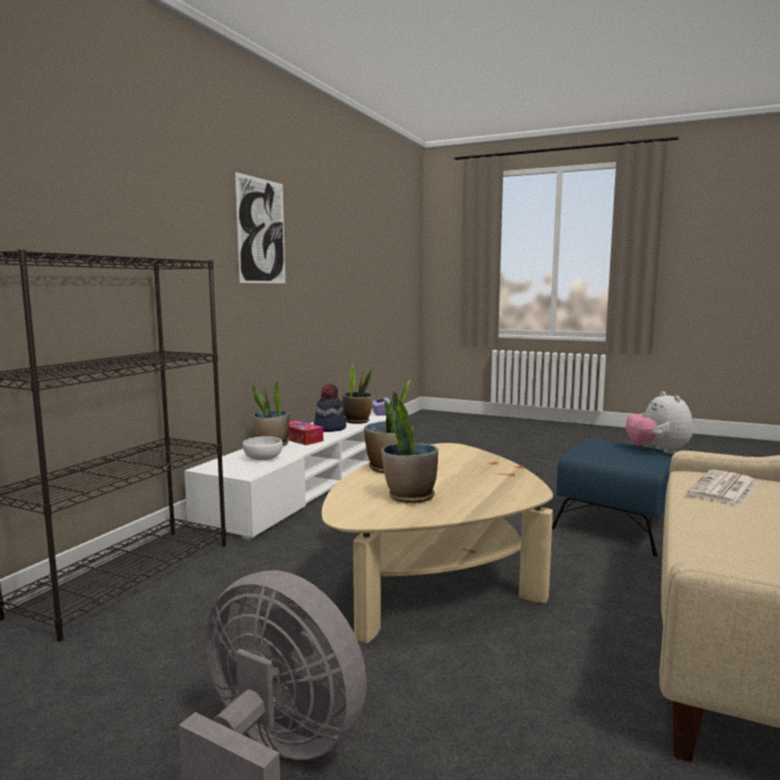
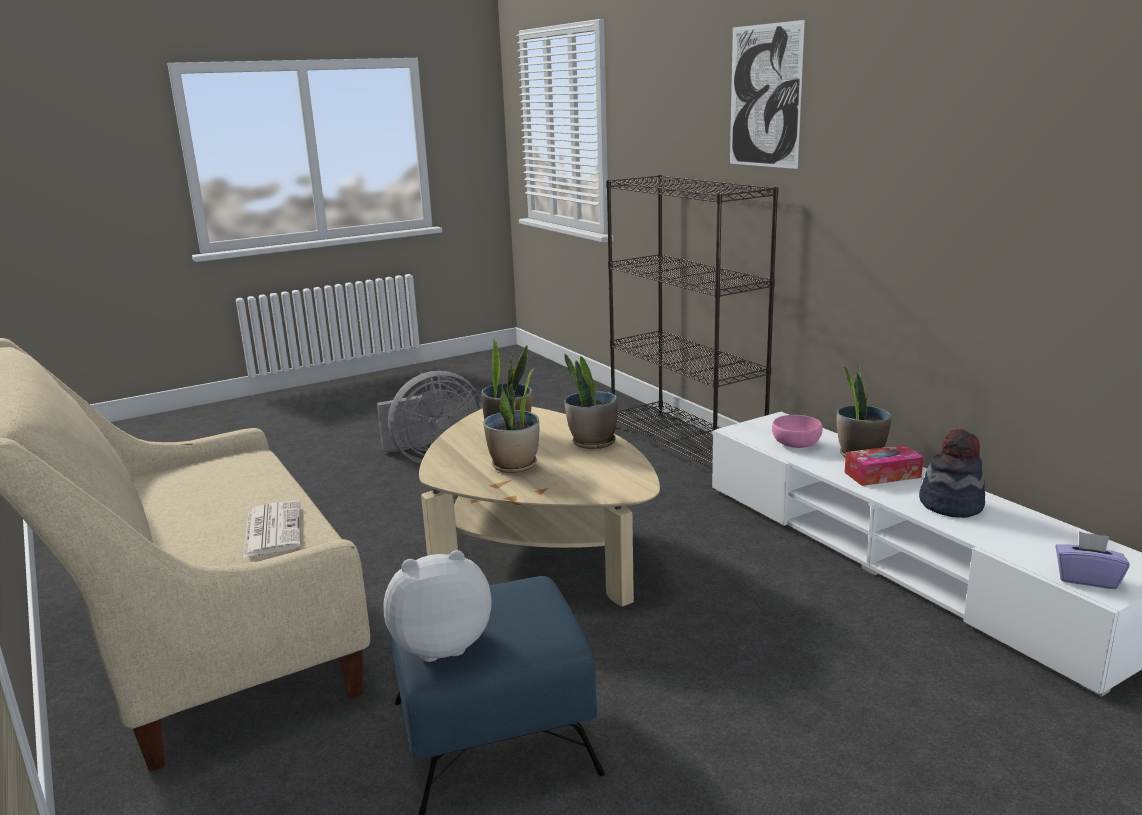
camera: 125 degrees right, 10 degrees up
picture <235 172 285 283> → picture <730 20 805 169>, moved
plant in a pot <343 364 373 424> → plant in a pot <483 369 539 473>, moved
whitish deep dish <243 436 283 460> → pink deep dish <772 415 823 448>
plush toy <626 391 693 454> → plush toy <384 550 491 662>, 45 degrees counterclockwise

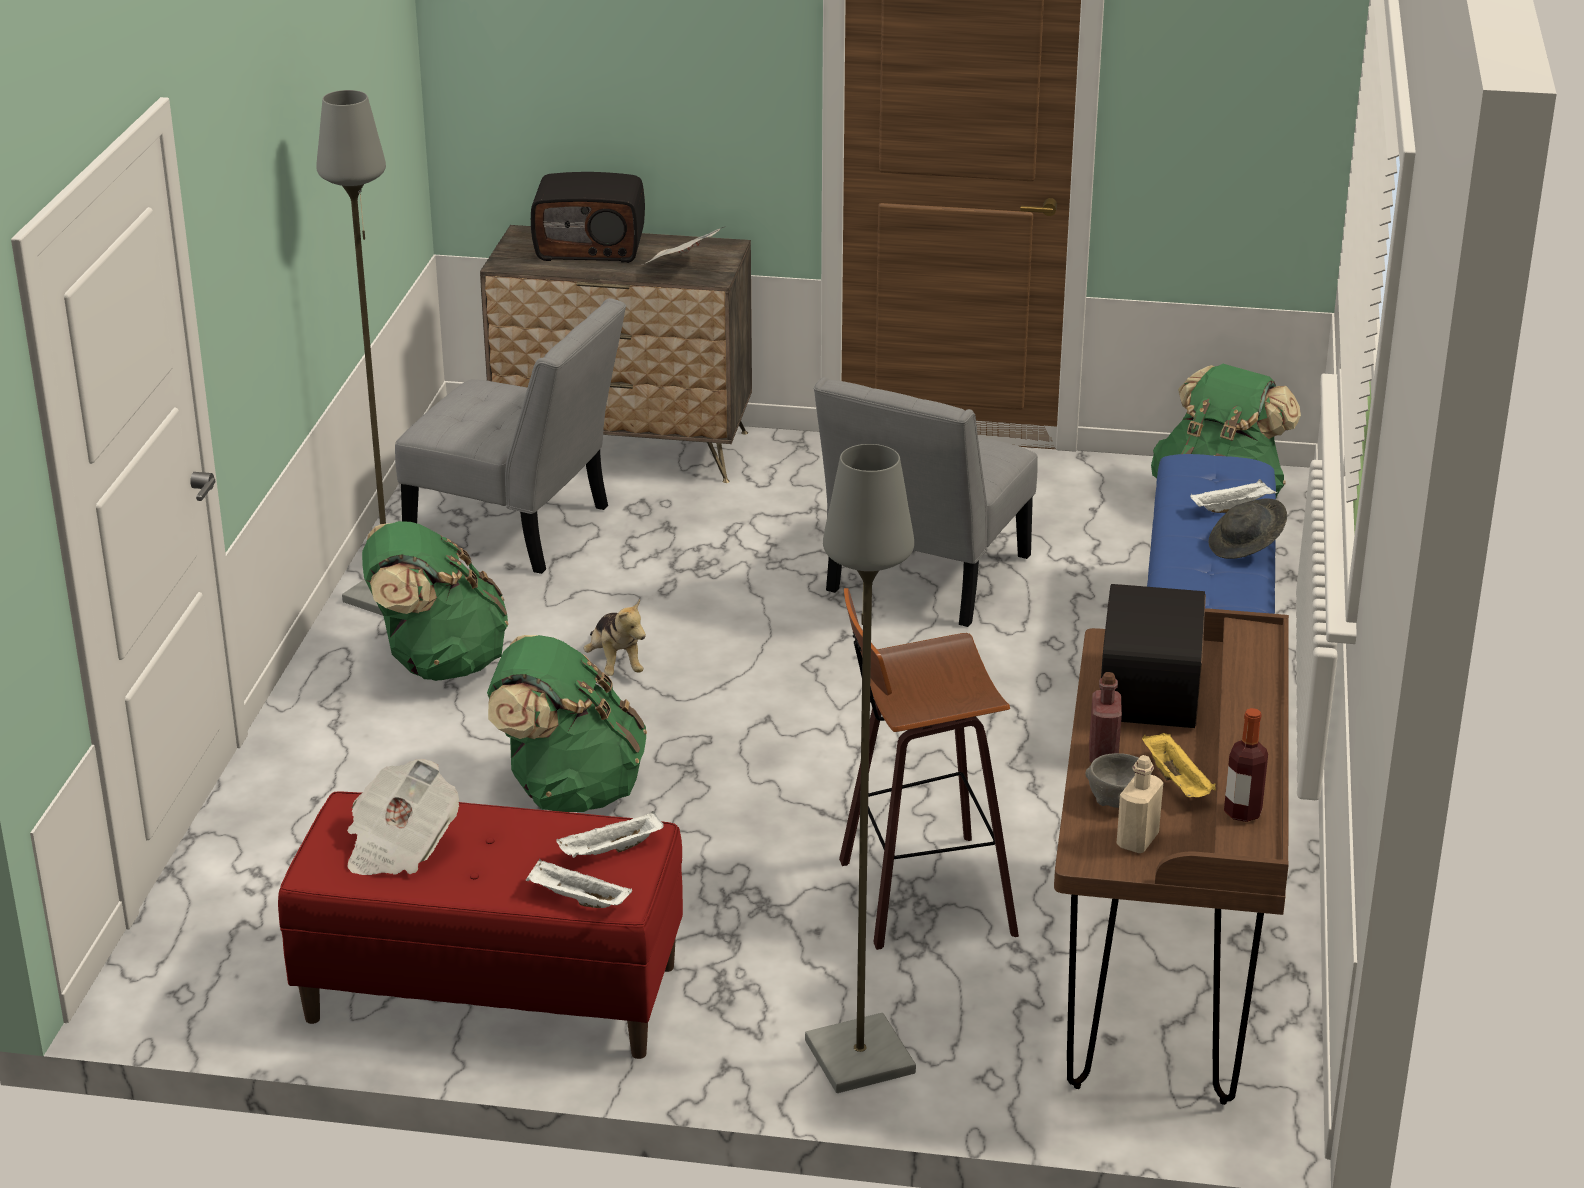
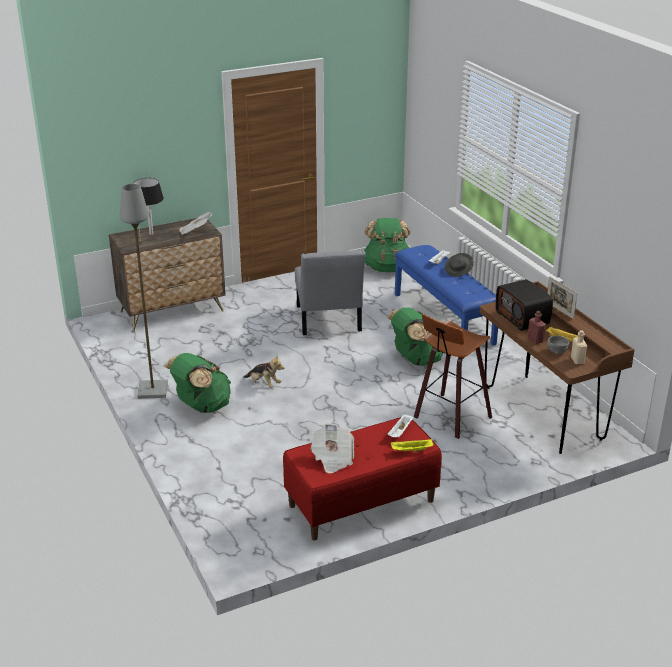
camera: 35 degrees left, 0 degrees up
gray upright chair <395 298 626 574> → -
gray standing lamp <805 444 916 1093> → -
beverage bottle <1224 708 1268 822> → -
- → standing frame <547 276 578 319>
greenish backpack <487 635 647 812> → greenish backpack <387 307 443 366>, moved
radio <531 172 645 263> → blackish tabletop lamp <134 178 164 235>
whitish tray <526 859 632 908> → yellow-coloured tray <391 439 433 452>

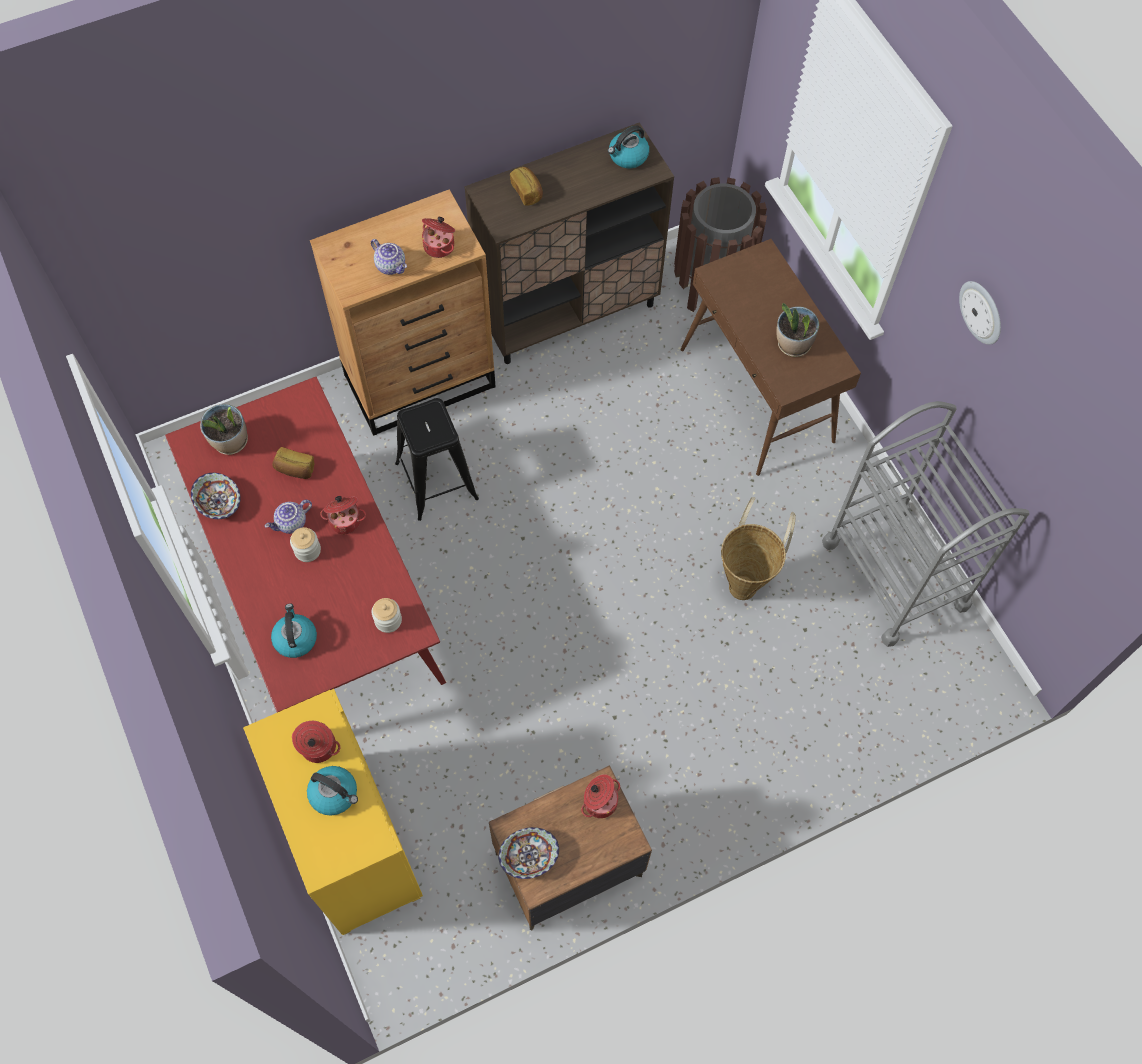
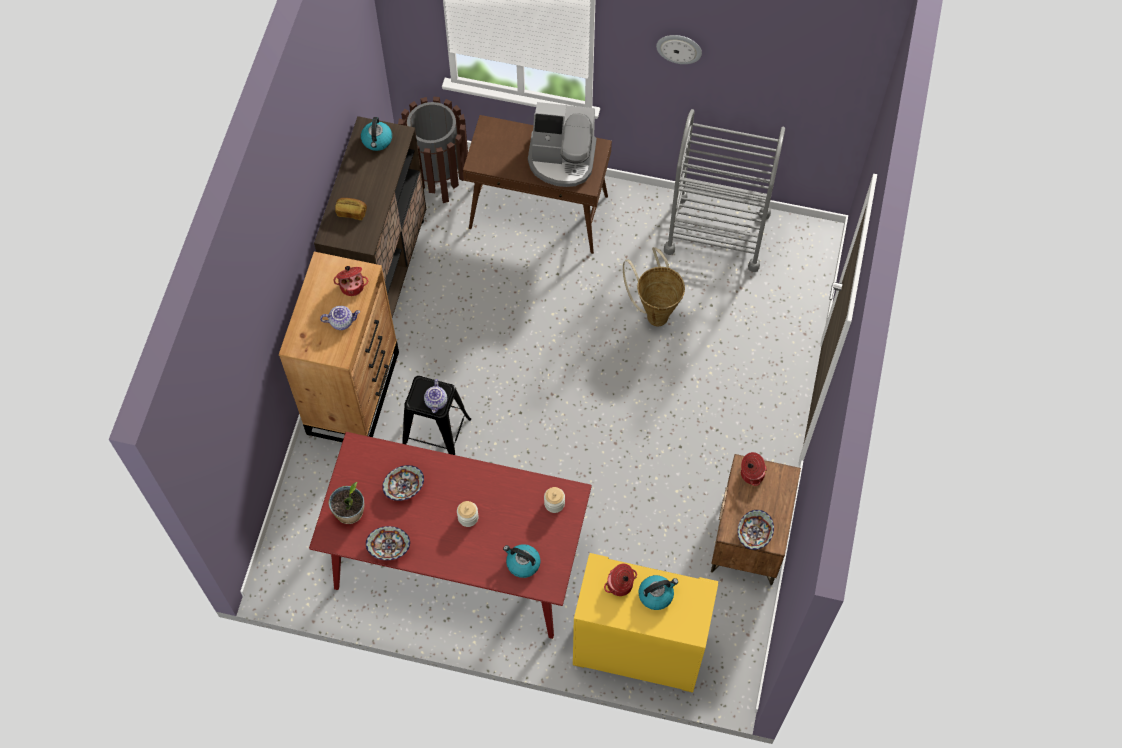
camera: 50 degrees left, 0 degrees up
cooking pot <320 496 366 534> → -
pot for tea <265 500 312 534> → pot for tea <424 379 447 413>, moved
bakery bread <272 447 314 479> → deep dish <382 465 424 501>
plant in a pot <776 303 819 357> → coffee maker <528 102 596 187>

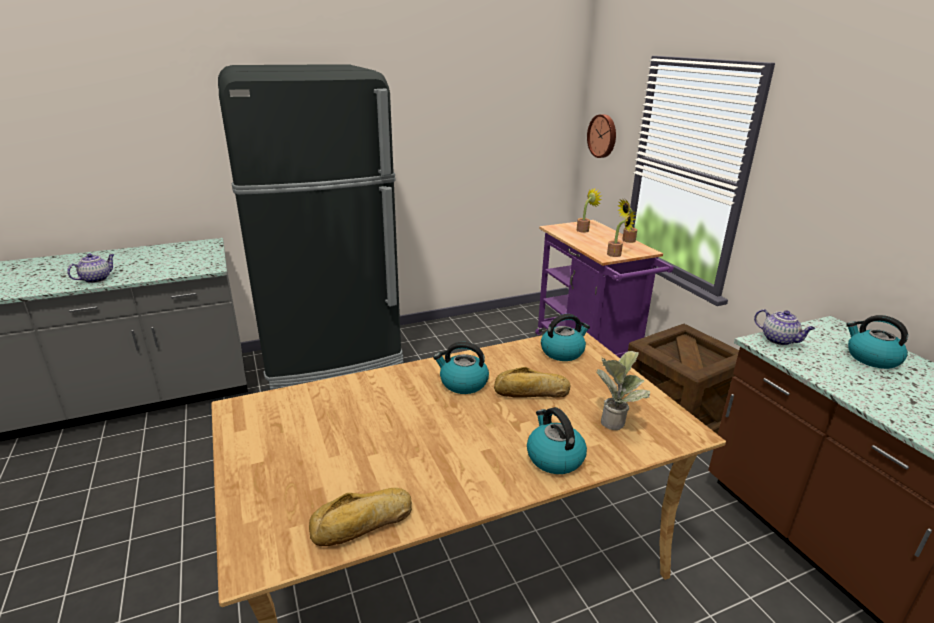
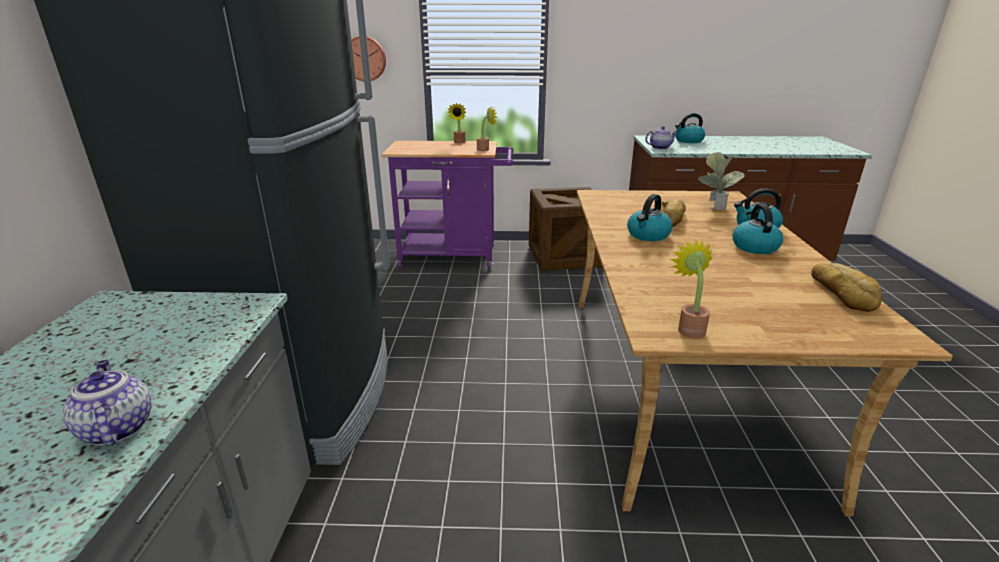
camera: 65 degrees left, 0 degrees up
tea kettle <541 314 590 361> → tea kettle <732 204 783 254>, moved
plant in a pot <577 189 602 233> → plant in a pot <670 239 712 338>, moved

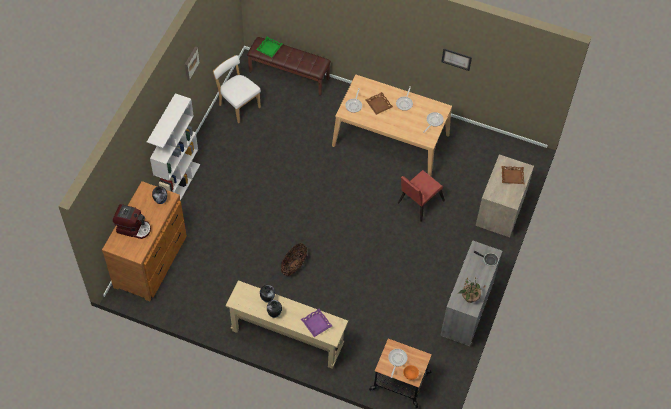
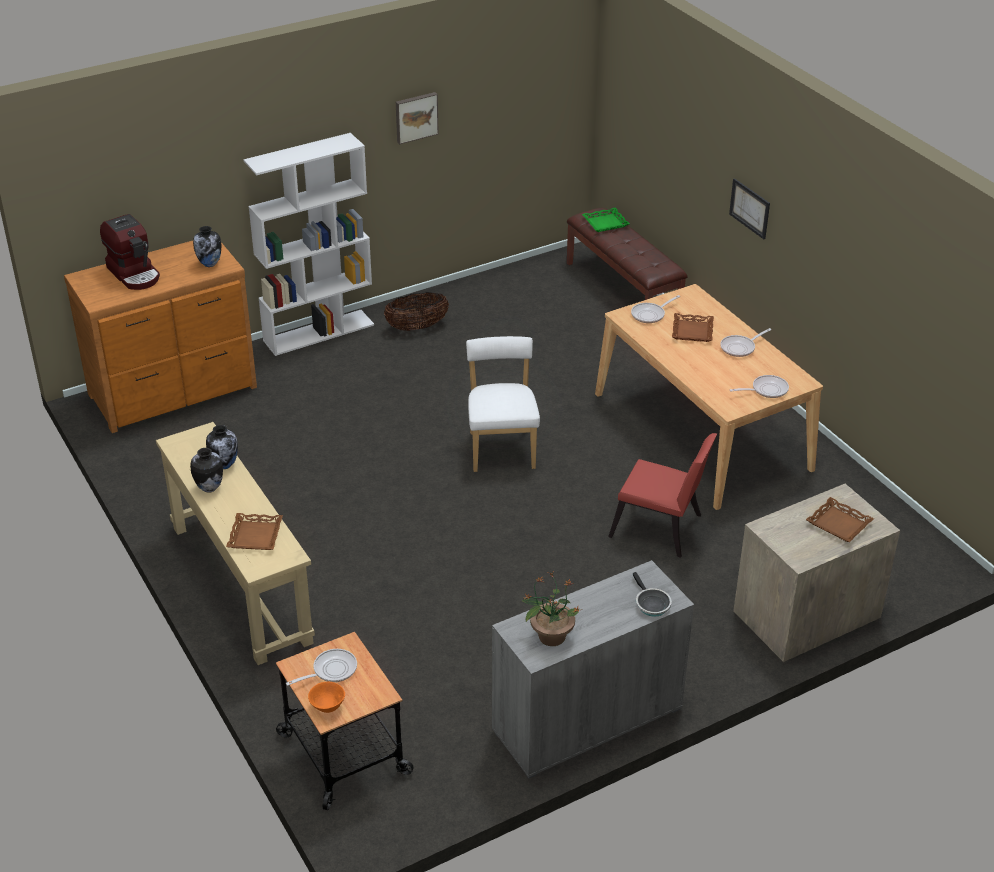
camera: 40 degrees right, 20 degrees down
whitish upright chair <213 55 261 123> → whitish upright chair <466 336 540 472>, moved
household basket <281 243 307 276> → household basket <384 292 449 331>, moved
picture <441 48 472 71> → picture <729 178 770 239>, moved
purple tray <301 309 332 337> → brown-coloured tray <226 513 283 550>
reddish upright chair <398 170 445 221> → reddish upright chair <608 433 717 558>, 150 degrees counterclockwise

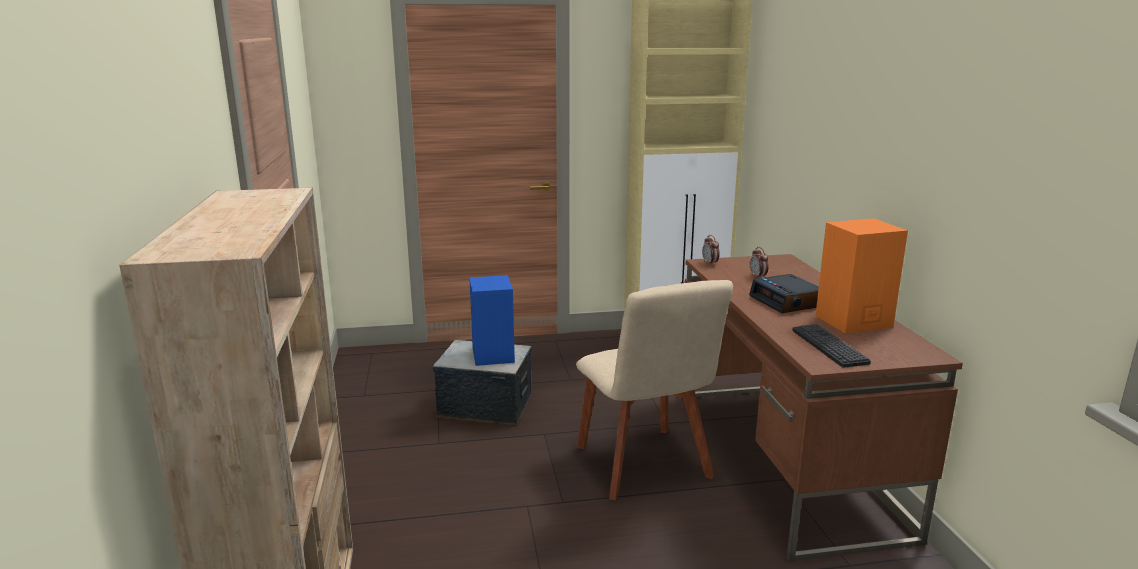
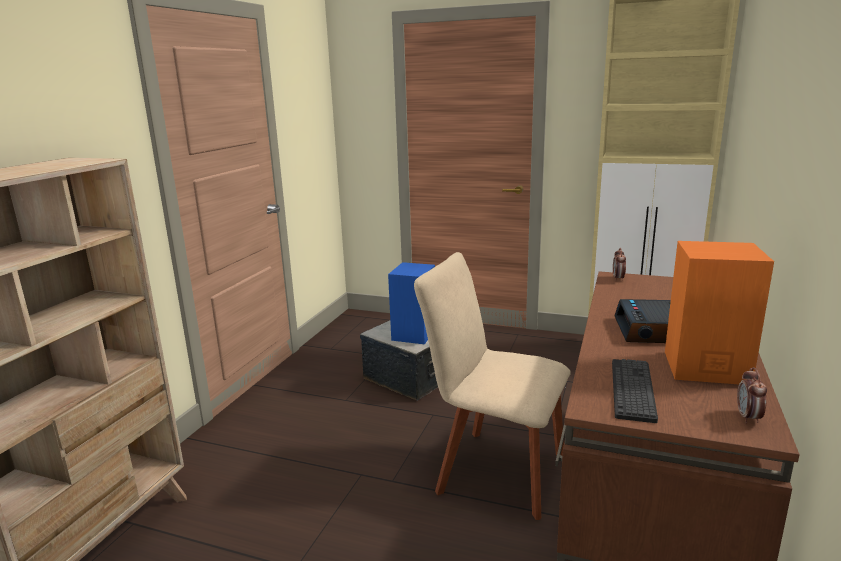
camera: 30 degrees right, 0 degrees up
table clock <750 247 769 278> → table clock <737 367 767 424>, moved
sand-coloured upright chair <576 280 733 500> → sand-coloured upright chair <414 252 571 520>, 105 degrees clockwise

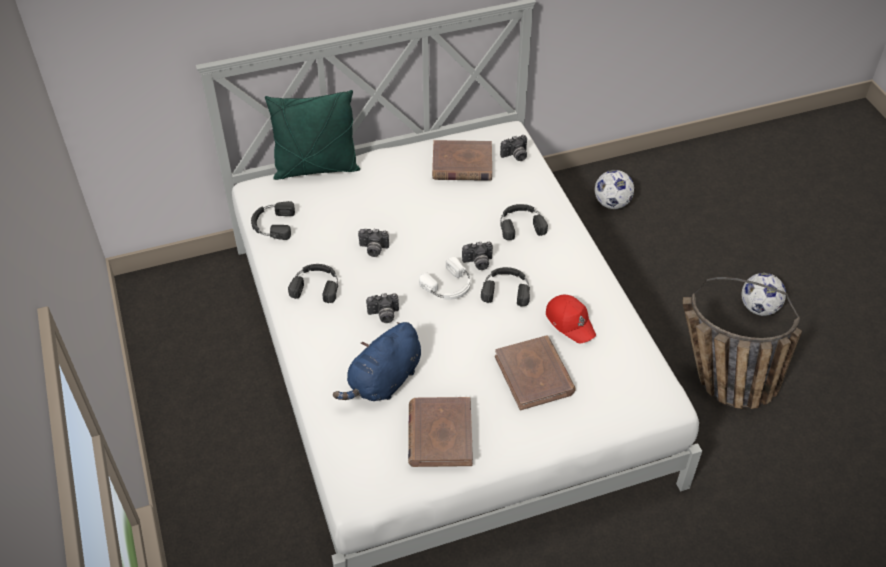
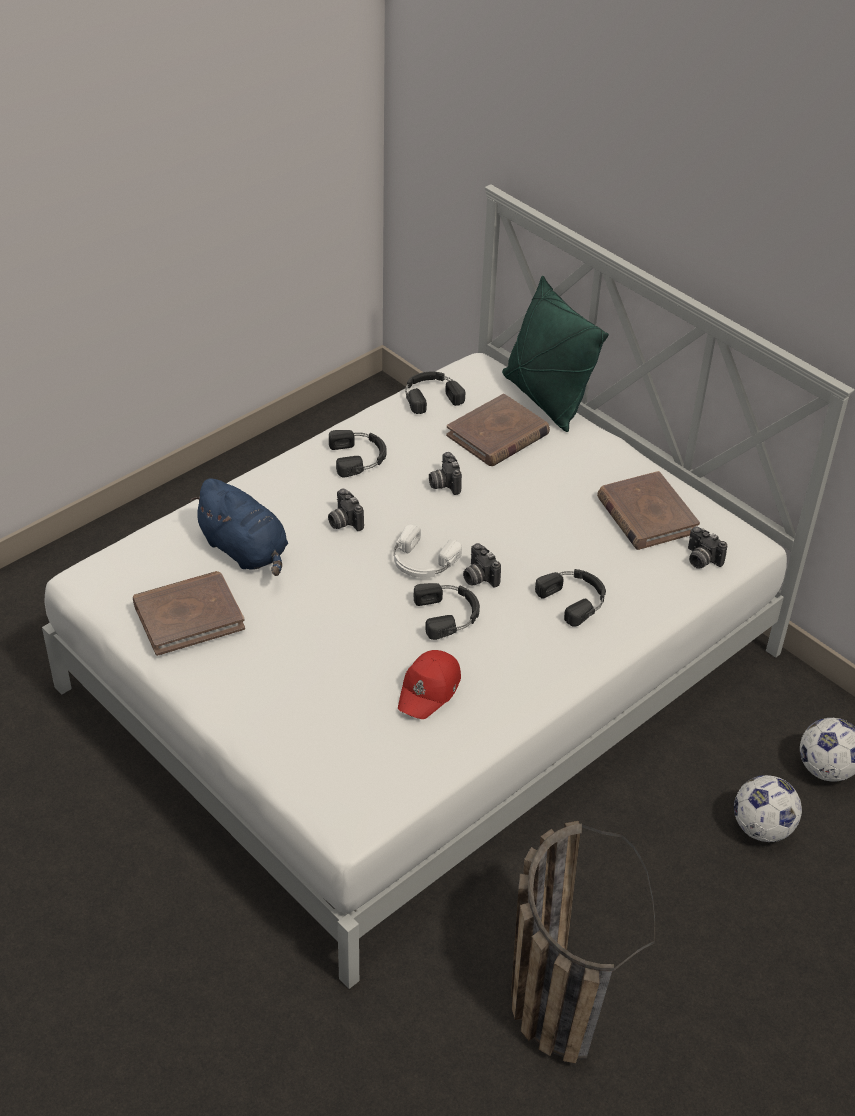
camera: 65 degrees right, 5 degrees down
brown-coloured volume <495 336 576 410> → brown-coloured volume <446 394 550 466>, moved
ball for football <742 273 786 316> → ball for football <734 775 802 842>, moved
blue plush toy <333 322 421 401> → blue plush toy <190 478 288 576>, 150 degrees counterclockwise

